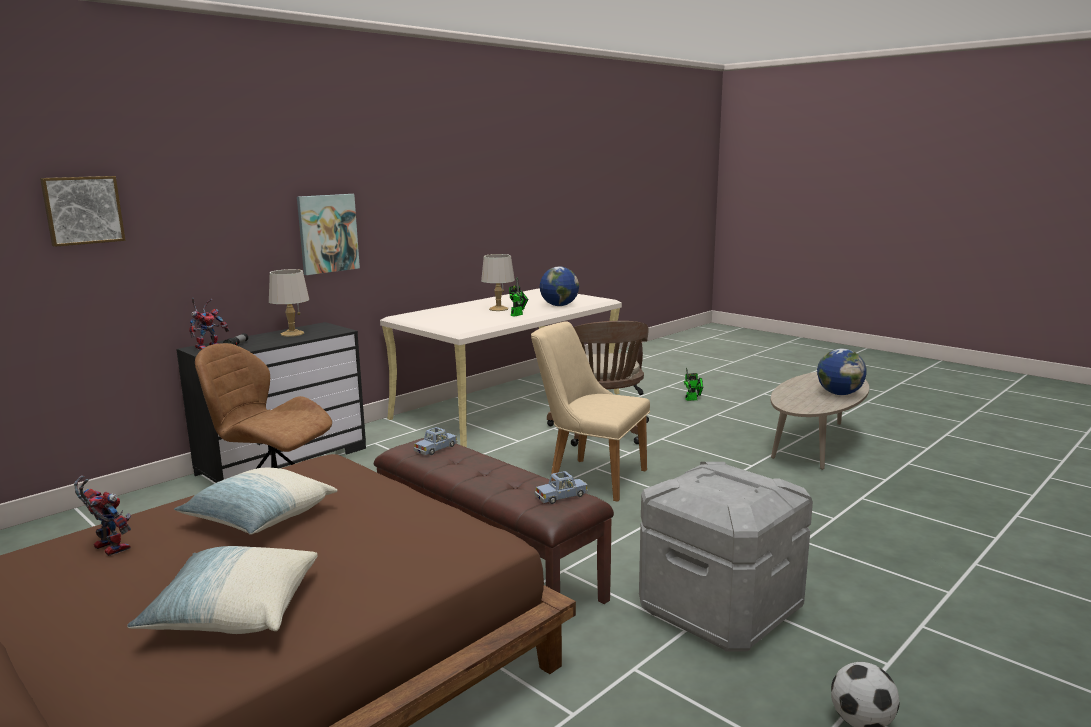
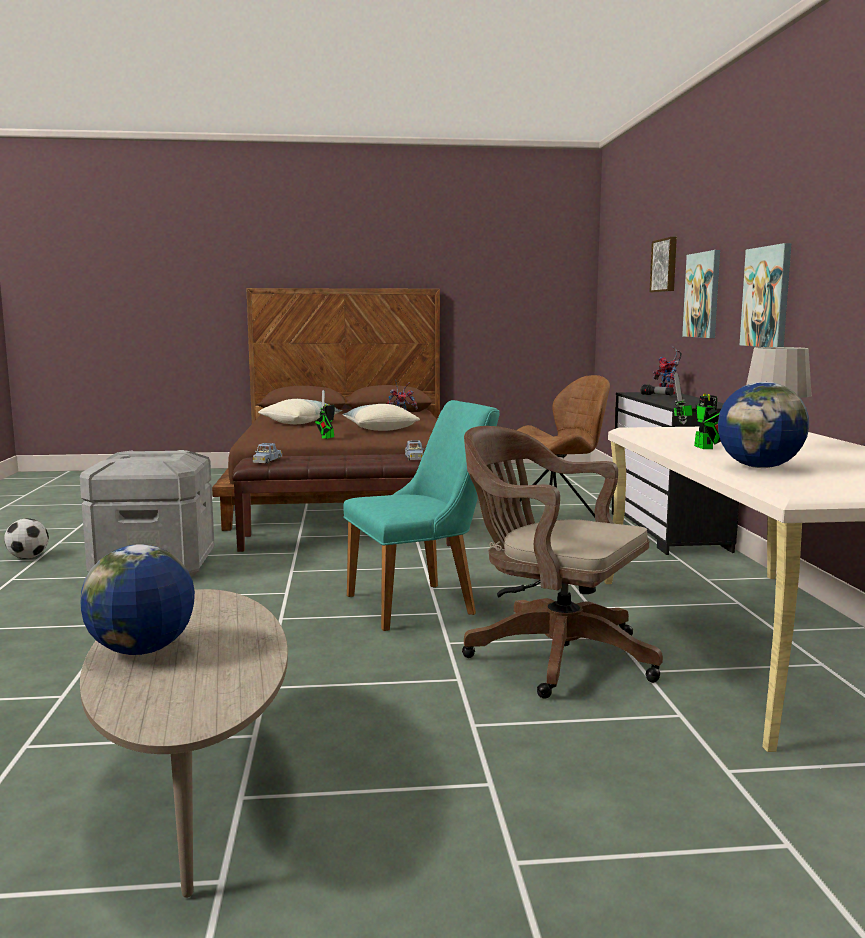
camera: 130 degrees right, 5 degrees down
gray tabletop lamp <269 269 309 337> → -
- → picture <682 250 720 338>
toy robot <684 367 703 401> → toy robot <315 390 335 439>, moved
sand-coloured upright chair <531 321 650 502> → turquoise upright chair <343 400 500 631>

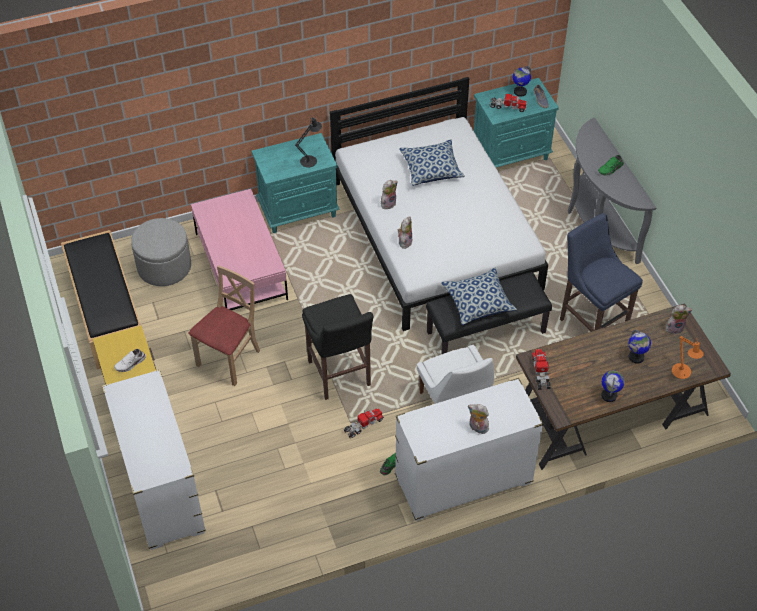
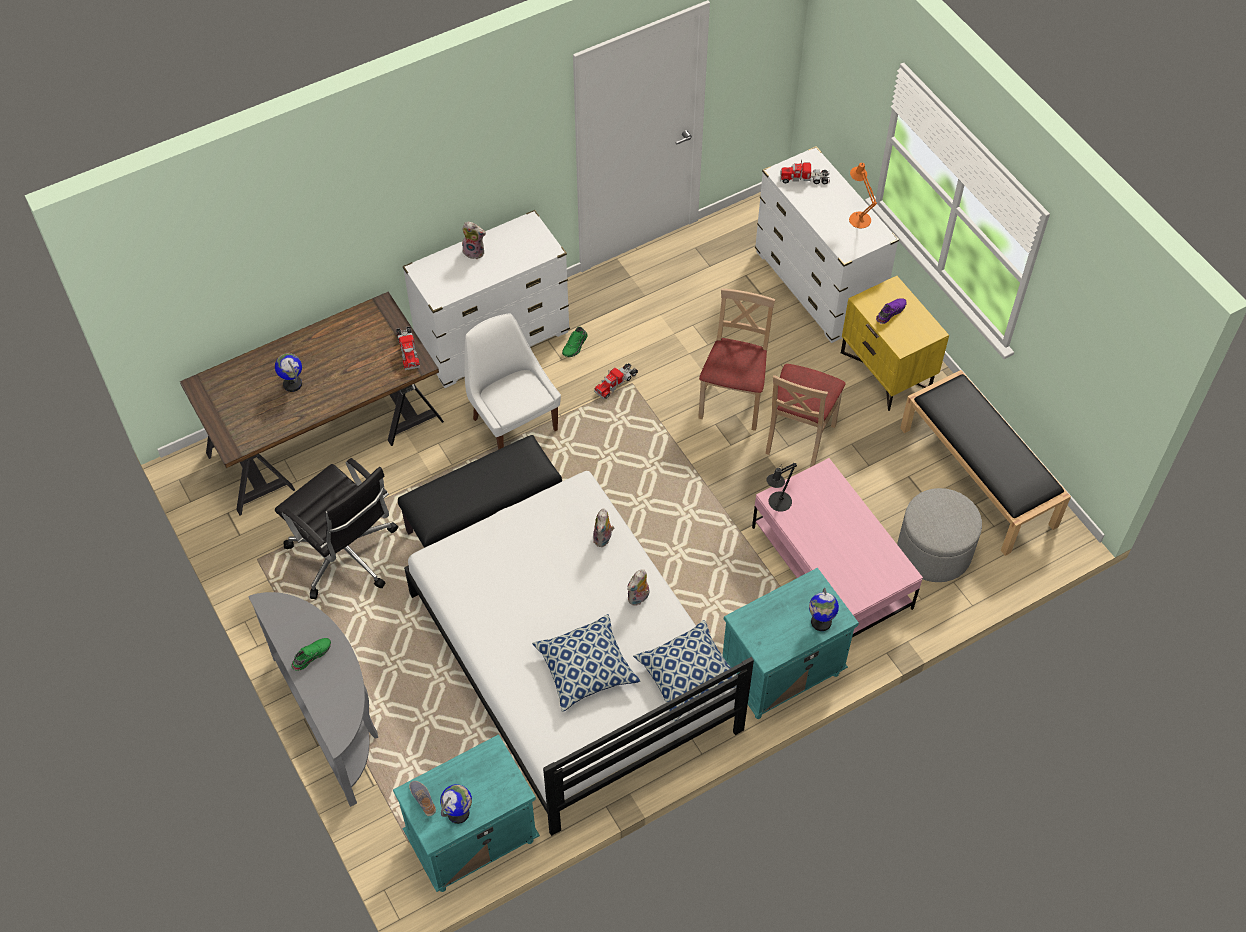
camera: 170 degrees right, 5 degrees up
blackish stool <302 294 373 400> → -
plush toy <666 305 692 334> → -
- → sand-coloured upright chair <698 288 775 431>
blackish tabletop lamp <295 118 322 167> → blackish tabletop lamp <766 463 797 512>, moved
pillow <441 268 517 325> → pillow <633 620 737 722>, moved
toy lorry <489 92 527 112> → toy lorry <780 160 830 184>, moved
world globe <601 370 625 402> → world globe <809 588 839 631>, moved
orangey tabletop lamp <672 336 704 379> → orangey tabletop lamp <849 163 877 228>, moved
blue stool <560 213 643 332> → blackish desk chair <275 458 398 599>
whitish low shoe <114 349 146 372> → purple low shoe <876 298 907 324>

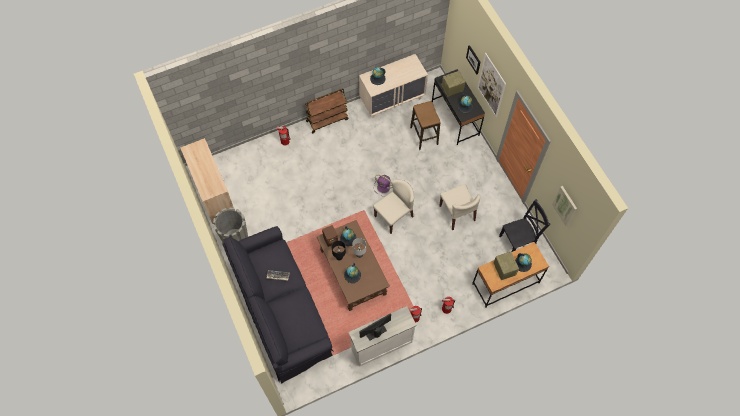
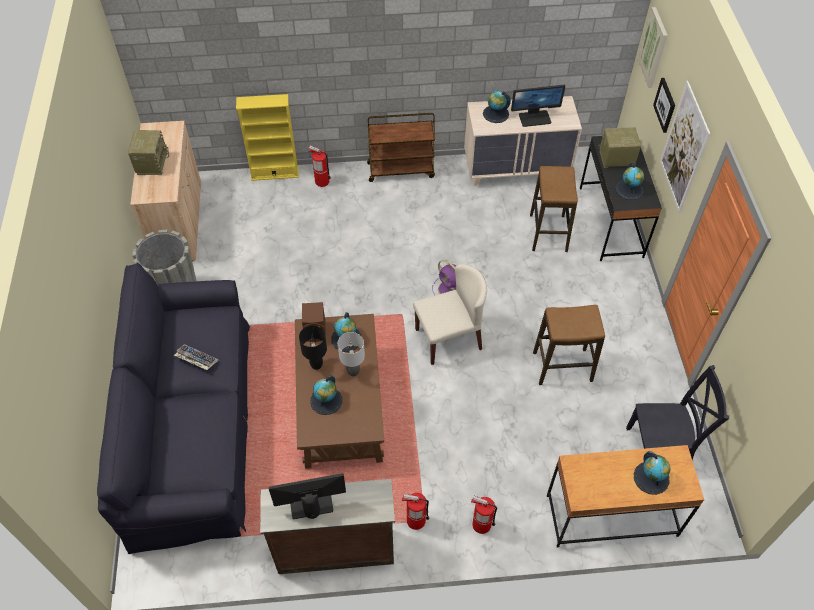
camera: 20 degrees right, 10 degrees down
- → yellow-coloured bookcase <236 94 299 181>
- → monitor <511 85 565 127>
radio <494 252 519 280> → radio <128 130 169 175>, moved
picture <552 186 577 226> → picture <638 7 668 88>, moved
sand-coloured upright chair <439 184 481 230> → stool <533 305 605 385>
whitish dresser <348 306 417 367> → brown-coloured dresser <260 479 395 574>

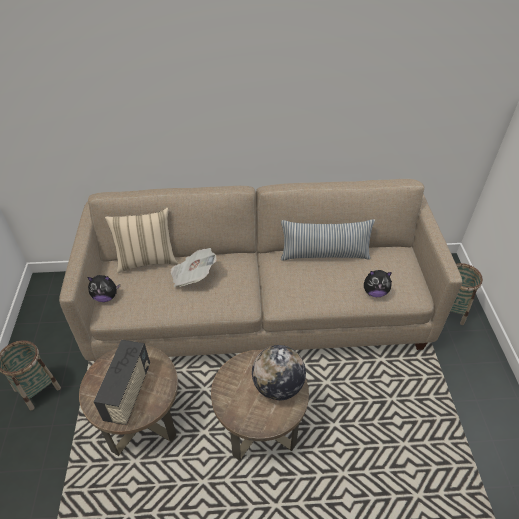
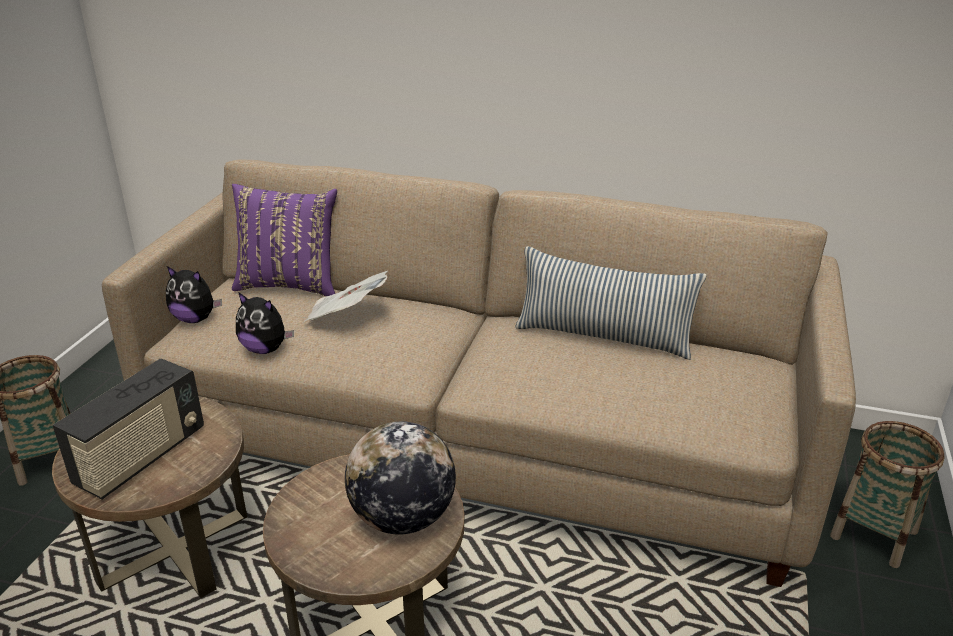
camera: 20 degrees right, 15 degrees down
plush toy <364 270 393 297> → plush toy <236 292 294 354>, moved
sand-coloured pillow <105 208 178 273> → purple pillow <232 184 337 296>

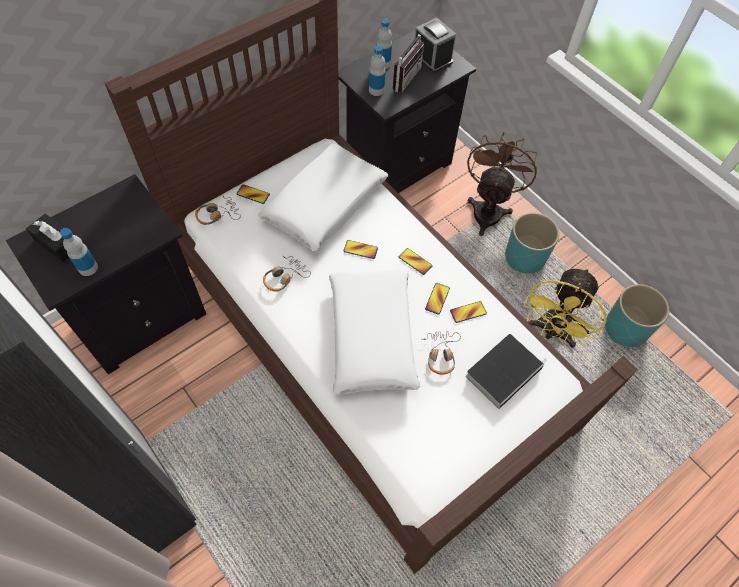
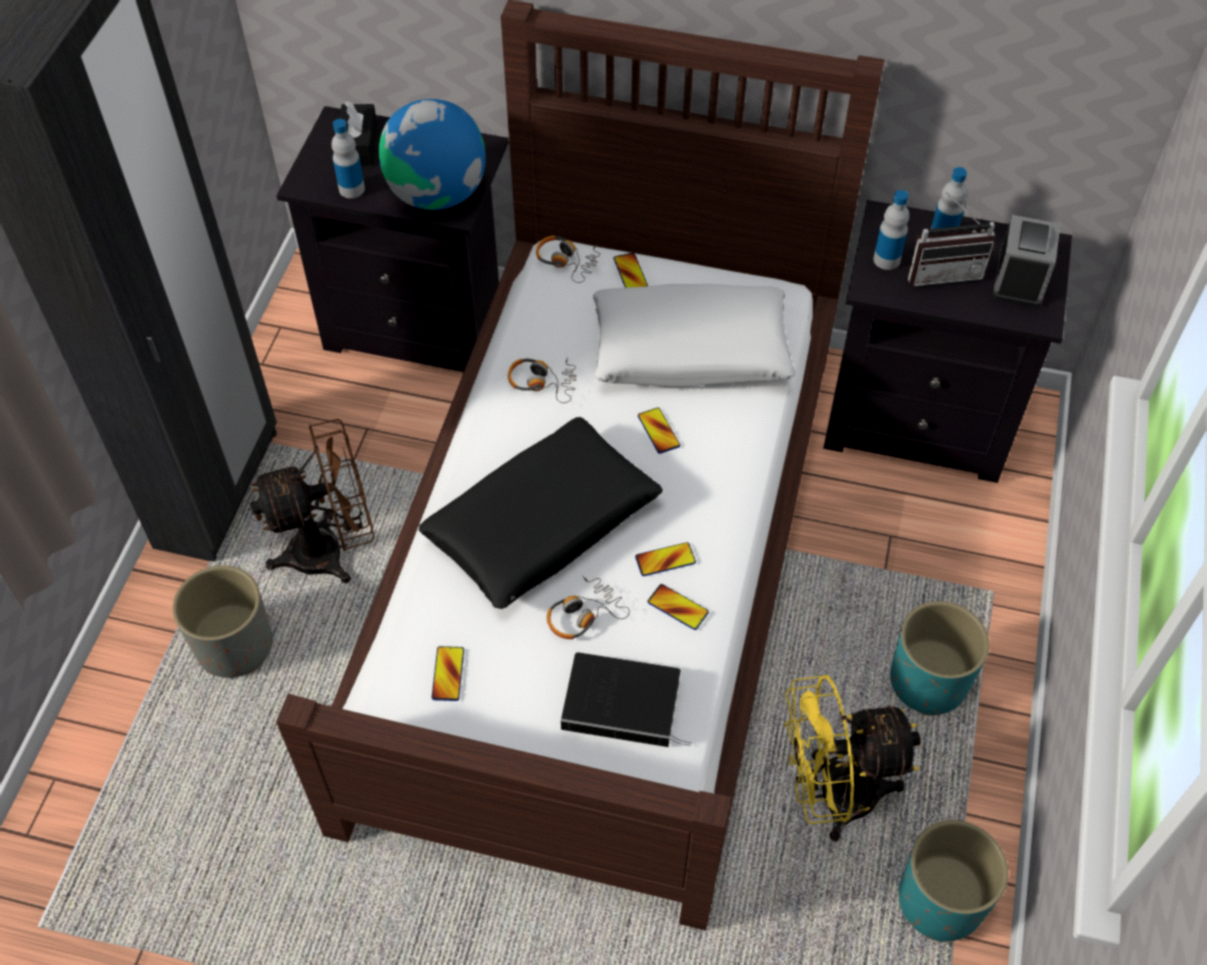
camera: 55 degrees right, 5 degrees down
- → gray flower pot <173 565 272 678>
- → world globe <379 99 486 210>
handset <399 248 432 275> → handset <431 646 464 701>, moved
brown-coloured cooling fan <467 132 538 236> → brown-coloured cooling fan <249 419 374 583>, moved
whitish pillow <329 269 421 395> → blackish pillow <419 417 663 609>

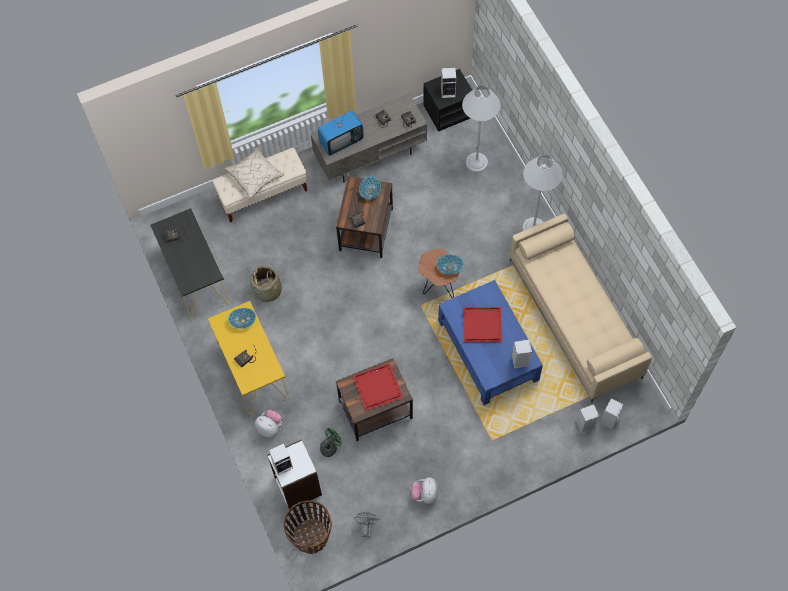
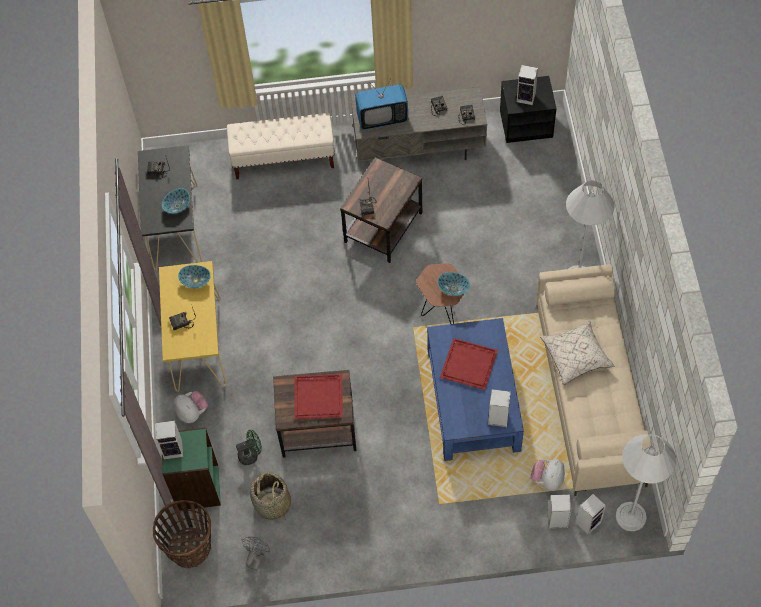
camera: 20 degrees right, 5 degrees down
sand-coloured pillow <224 147 284 199> → sand-coloured pillow <540 320 614 385>, moved
household basket <250 266 282 302> → household basket <250 472 291 520>, moved
deep dish <359 176 381 199> → deep dish <162 188 190 214>, moved
plush toy <411 477 439 504> → plush toy <530 459 565 491>, moved
whitish standing lamp <462 85 500 172> → whitish standing lamp <615 434 676 531>, moved
whitish bookcase <267 439 322 509> → greenish bookcase <162 427 221 511>

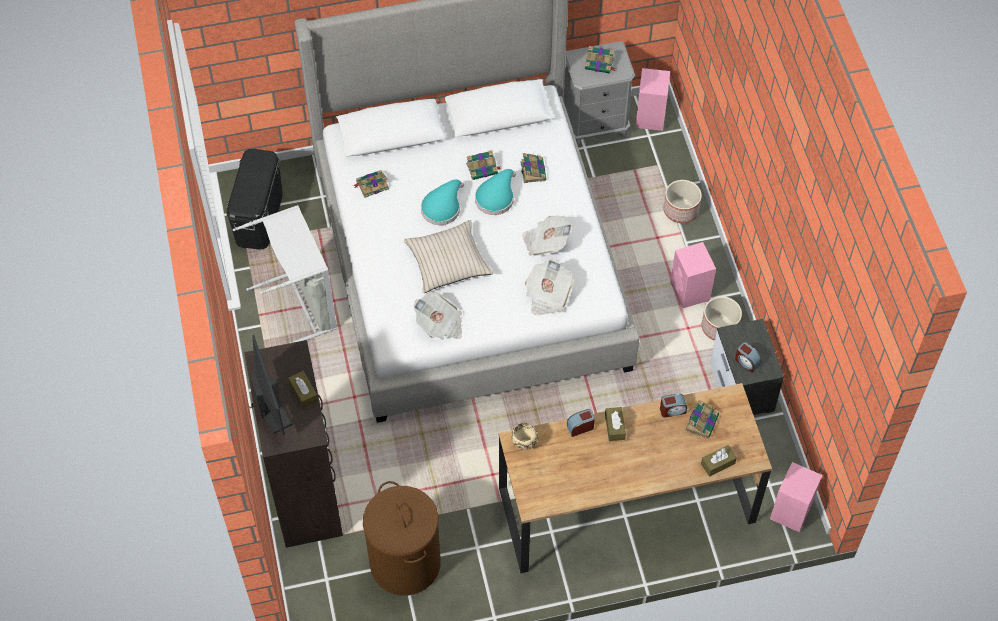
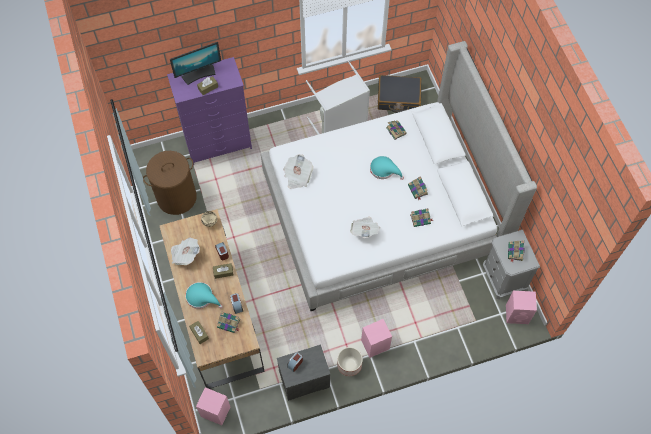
camera: 85 degrees right, 5 degrees up
sand-coloured pillow <404 220 493 293> → -
flower pot <663 180 702 223> → -
turquoise hat <475 169 516 215> → turquoise hat <185 282 223 309>, moved
daily paper <525 259 574 315> → daily paper <171 237 200 265>, moved
blackish storage box <227 149 283 249> → blackish travel case <378 75 421 113>
blackish dresser <244 340 343 548> → purple dresser <167 57 252 165>

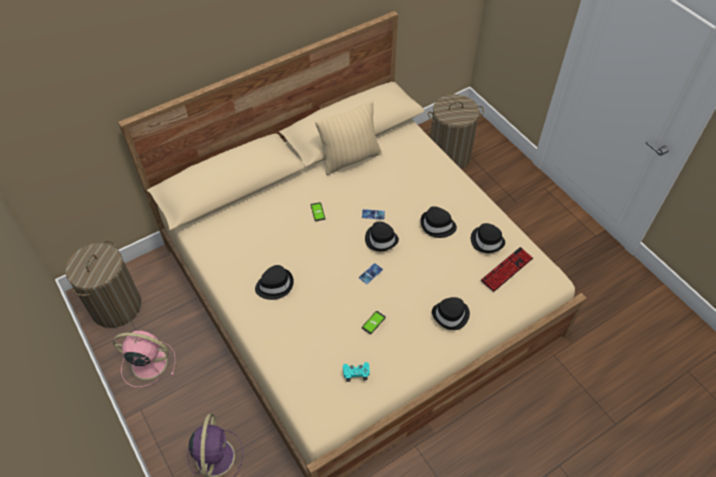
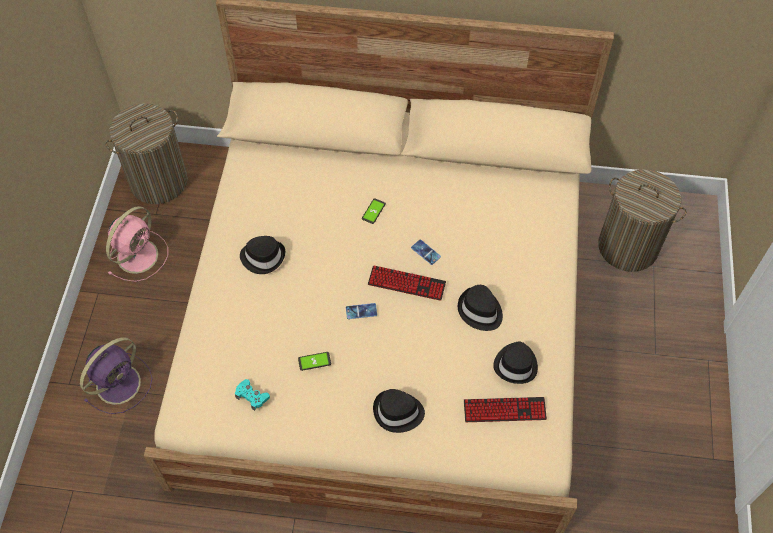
camera: 40 degrees right, 5 degrees up
sand-coloured pillow <315 101 382 175> → -
blackish hat <365 221 399 251> → computer keyboard <368 265 446 301>
pink cooling fan <113 331 176 387> → pink cooling fan <106 206 168 282>, 75 degrees clockwise

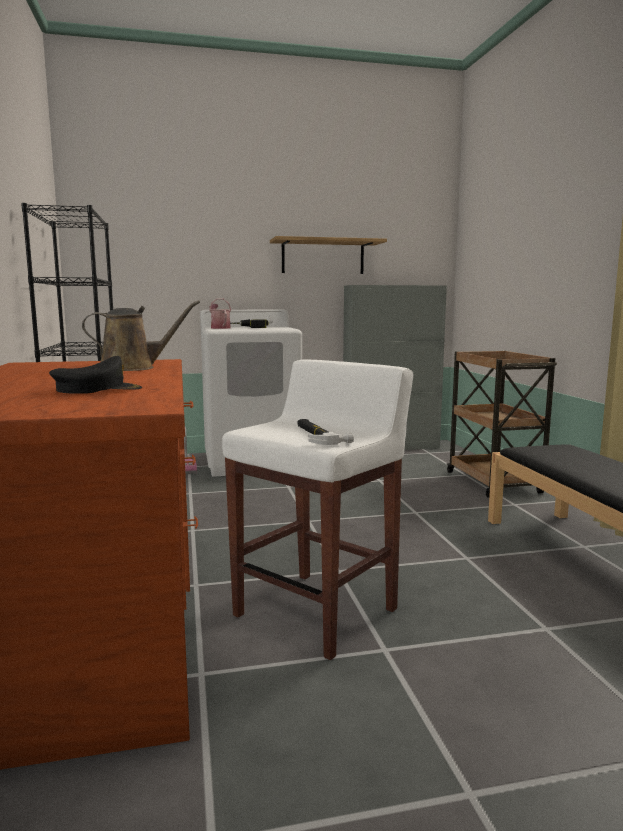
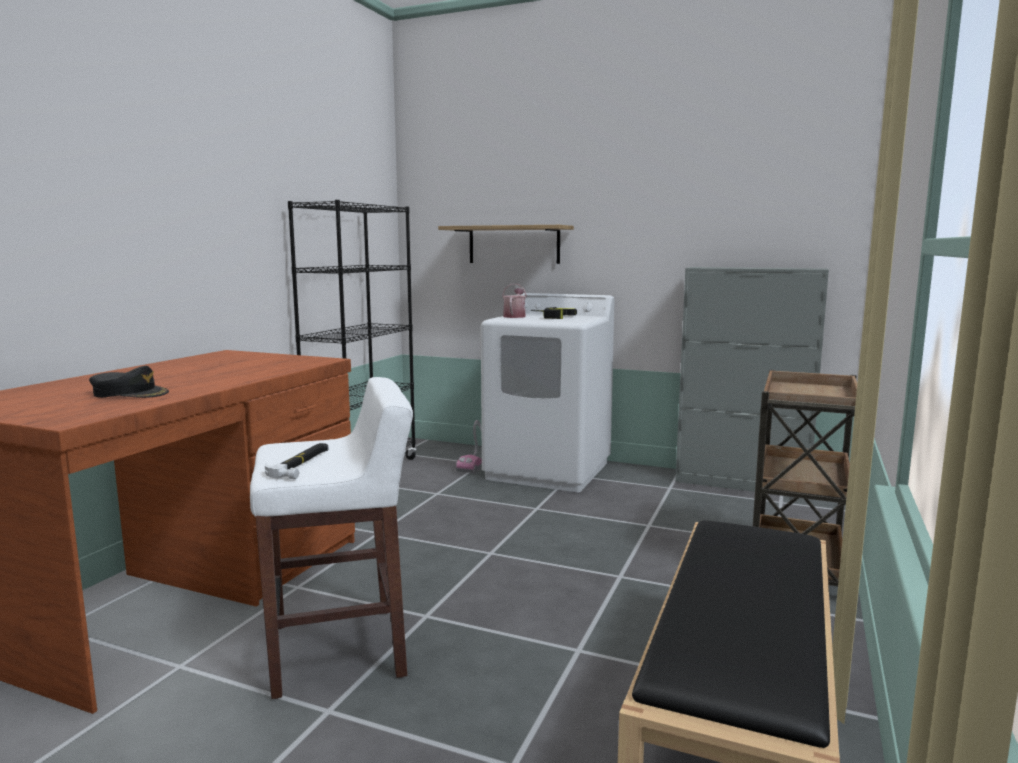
camera: 35 degrees right, 0 degrees up
brown-coloured sprinkling can <82 300 200 371> → -
bracket shelf <270 236 387 274> → bracket shelf <438 225 574 264>, moved

